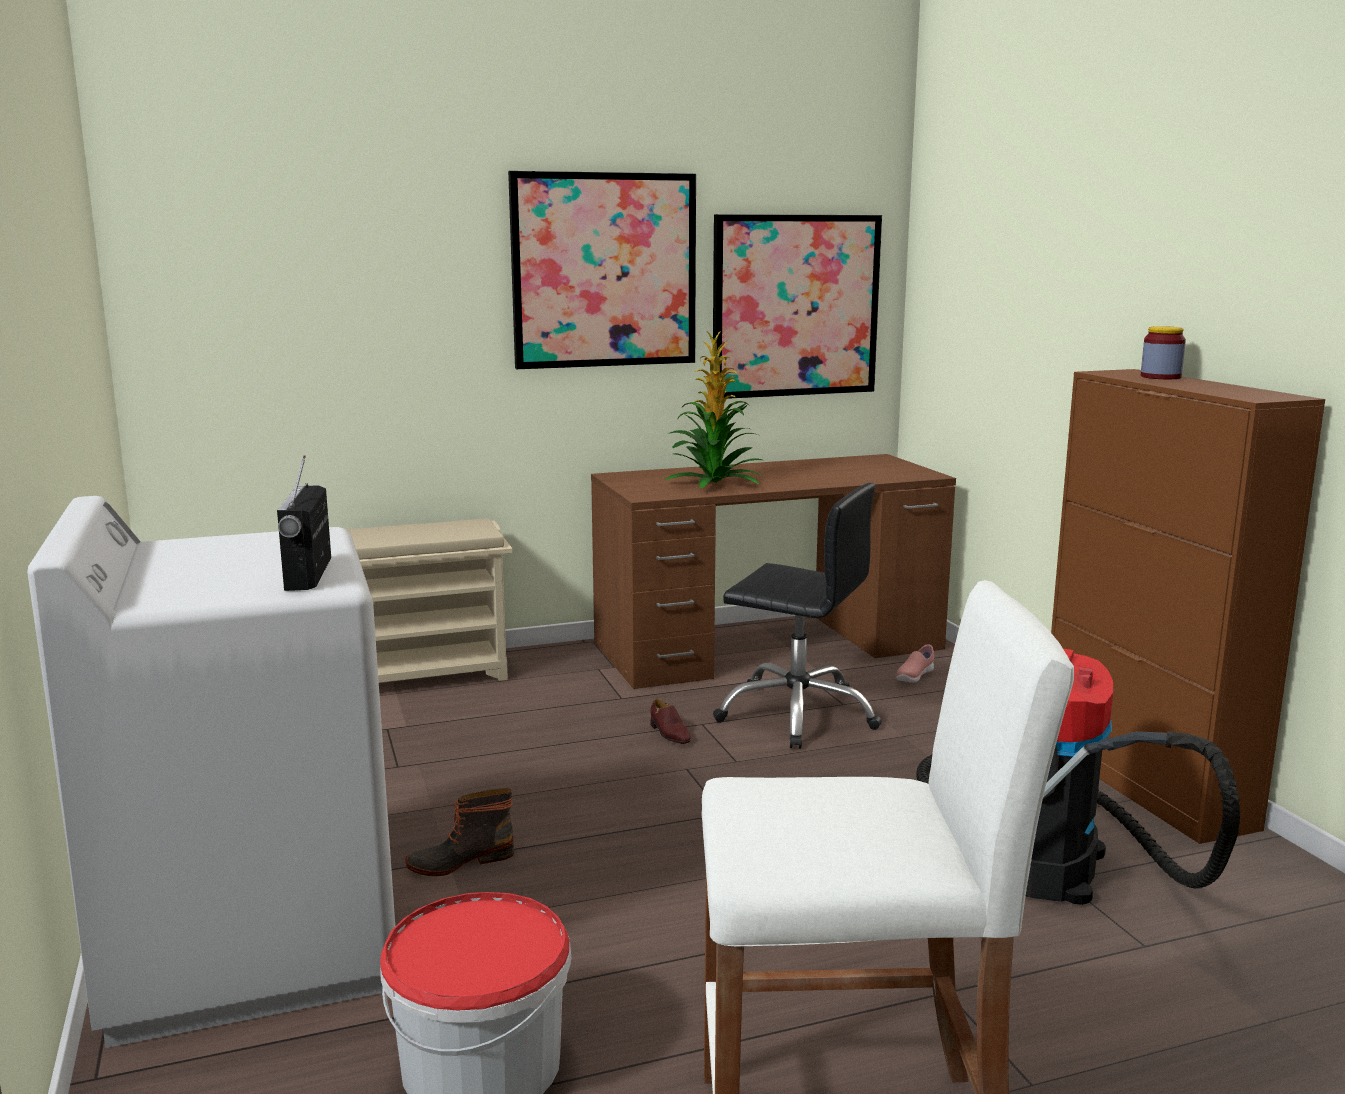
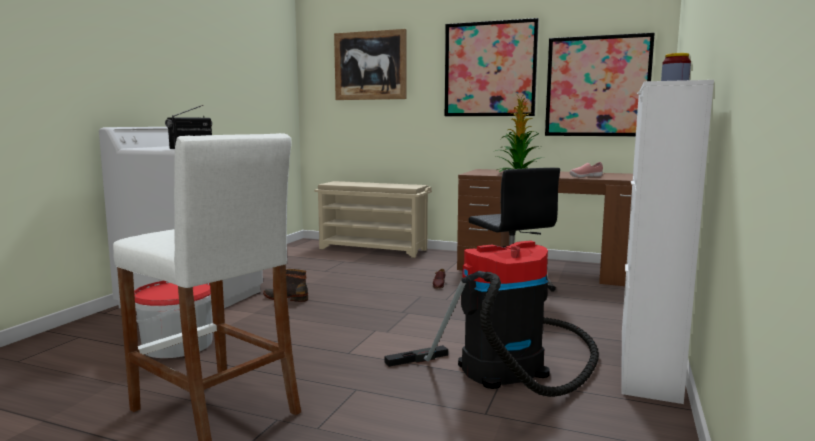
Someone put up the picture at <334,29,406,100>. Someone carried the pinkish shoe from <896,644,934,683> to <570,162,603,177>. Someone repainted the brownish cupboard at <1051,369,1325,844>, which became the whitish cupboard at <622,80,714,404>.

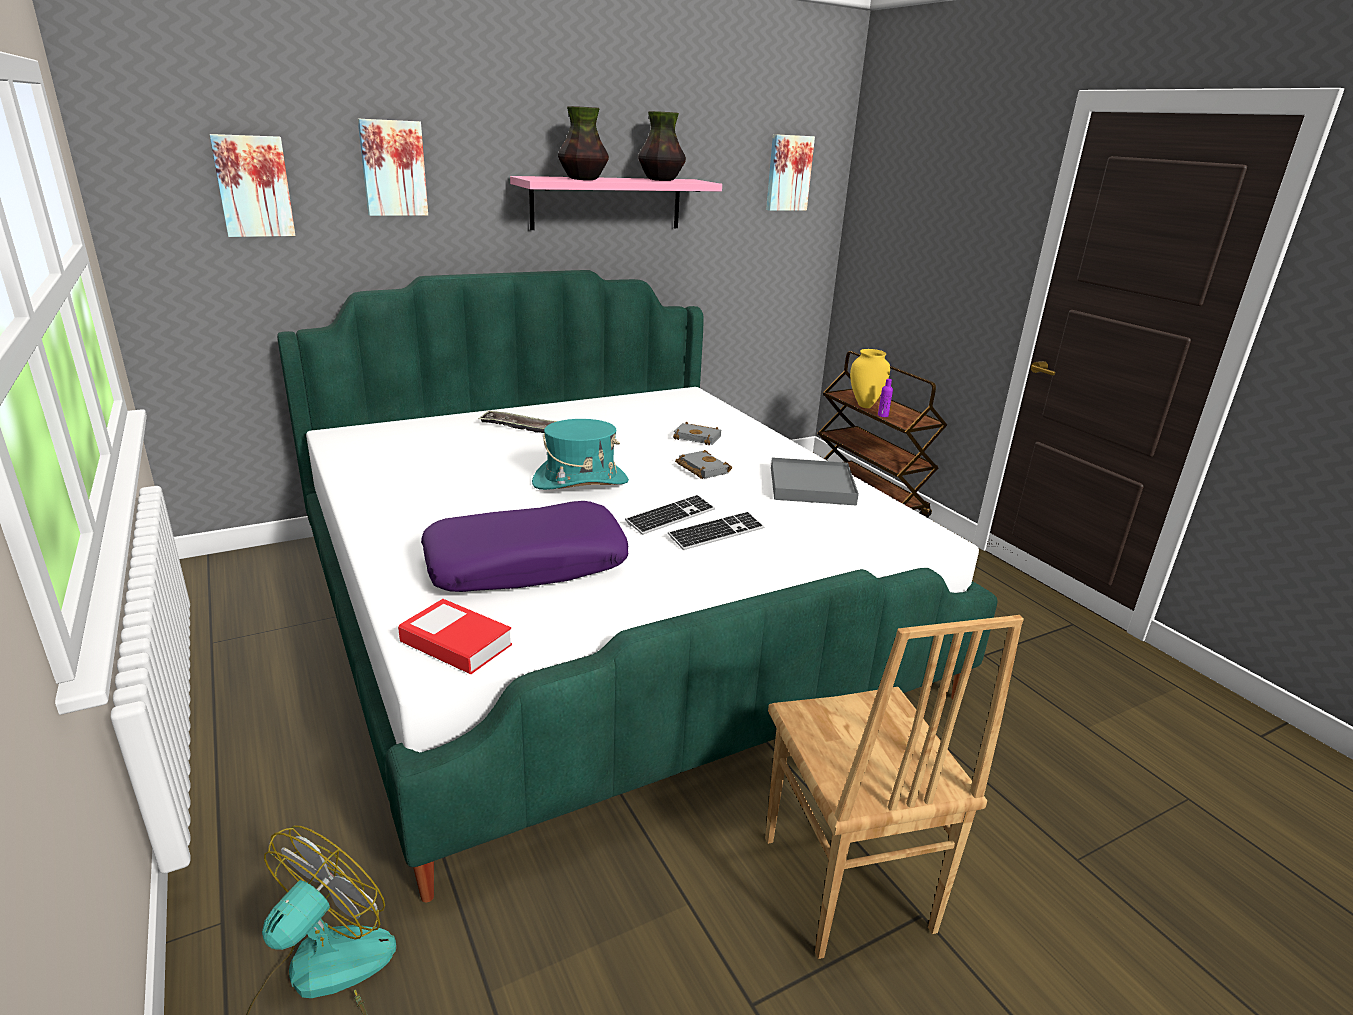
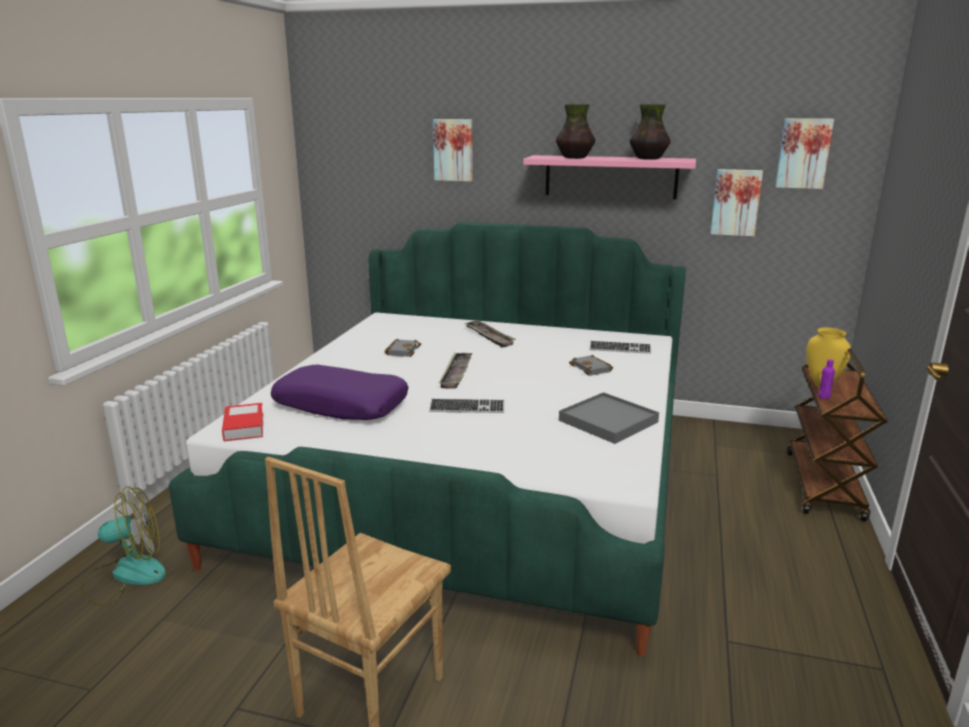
Someone carried the picture from <209,134,296,237> to <711,169,763,236>. Someone carried the computer keyboard from <668,511,765,550> to <590,341,651,354>. Someone carried the grey bound book from <675,450,732,479> to <384,339,421,357>. Someone swapped the turquoise-coloured hat at <532,419,629,490> for the serving tray at <439,352,473,388>.

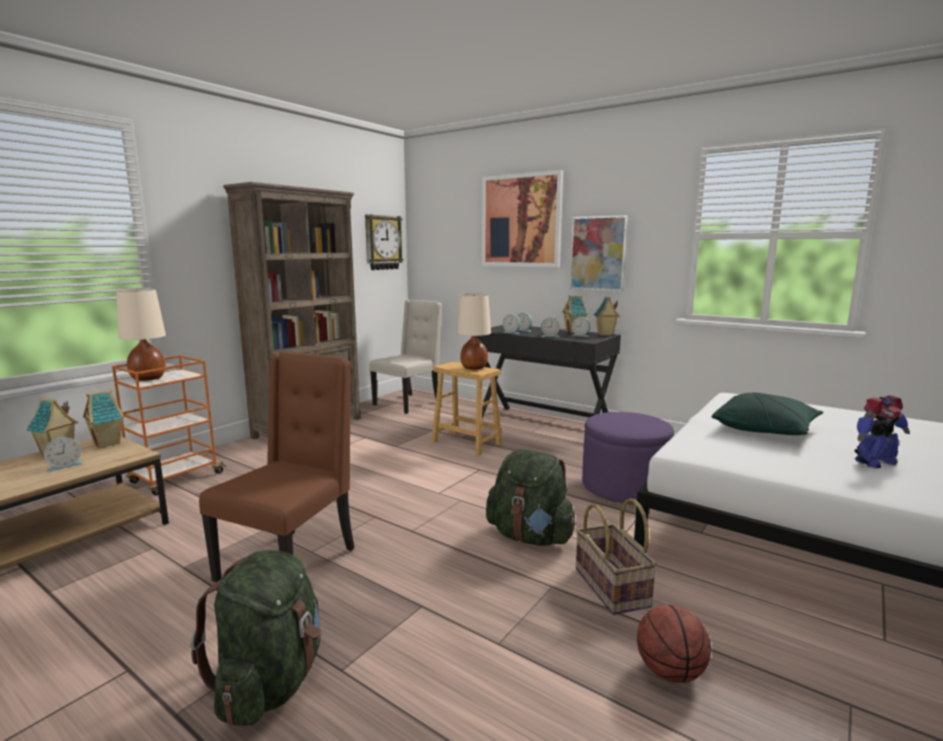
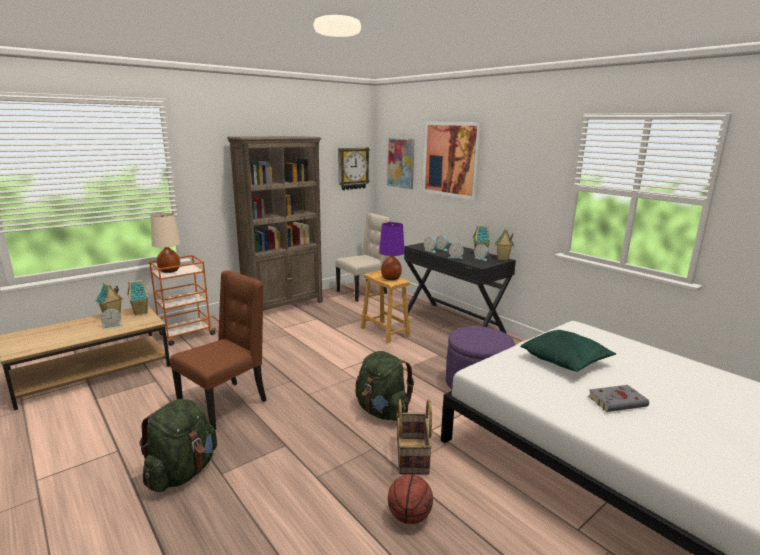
Someone carried the picture from <570,215,628,291> to <387,138,415,189>. Someone swapped the toy robot at <854,395,910,468> for the grey bound book at <588,385,649,412>. Someone repainted the beige-coloured table lamp at <457,294,491,370>, which became the purplish table lamp at <379,222,405,280>.

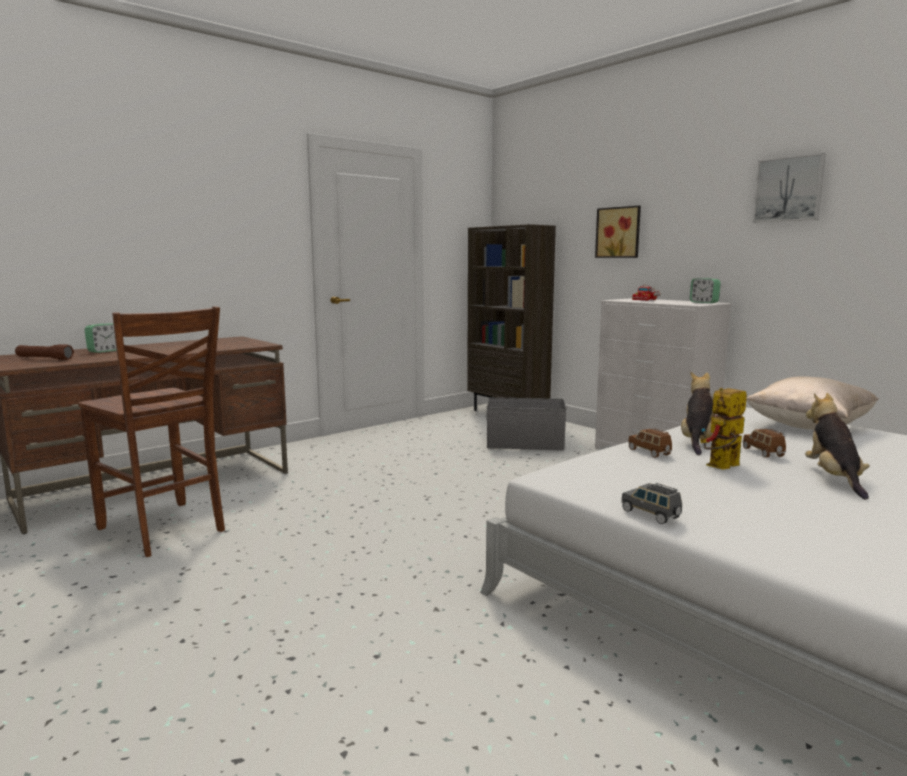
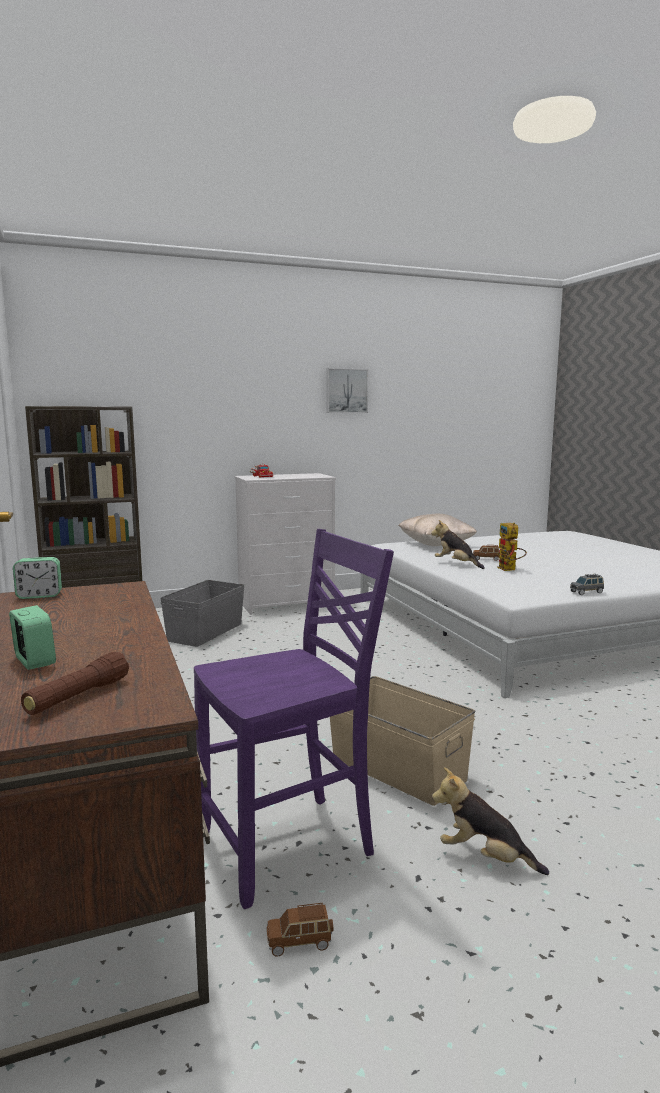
Someone took away the picture at <595,206,641,258>. Someone put down the beige-coloured storage bin at <330,676,476,806>. Someone carried the brownish model car from <628,429,672,458> to <267,903,334,956>. Someone carried the alarm clock from <690,278,721,303> to <13,557,62,599>. Someone carried the plush toy from <805,393,870,499> to <432,767,549,875>. Someone repainted the brownish plain chair at <78,306,225,557>, which became the purplish plain chair at <194,529,394,909>.

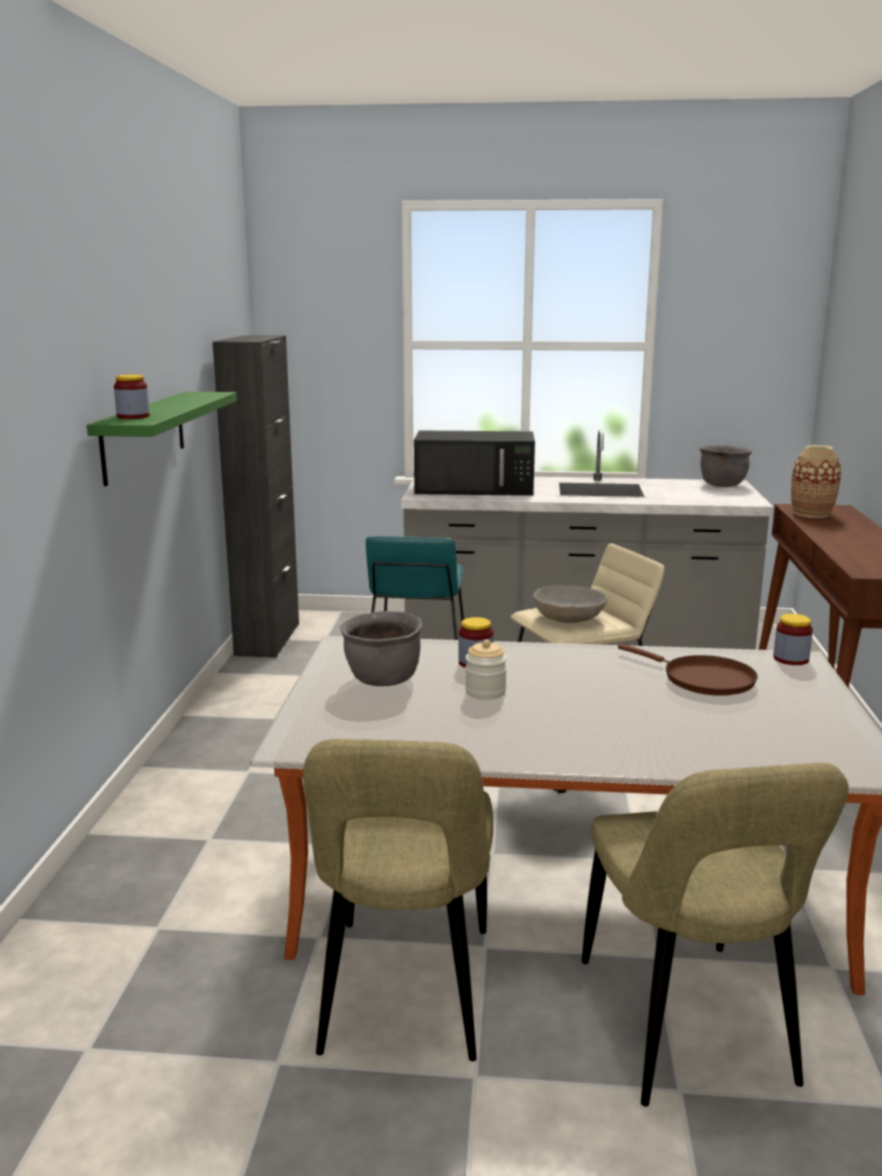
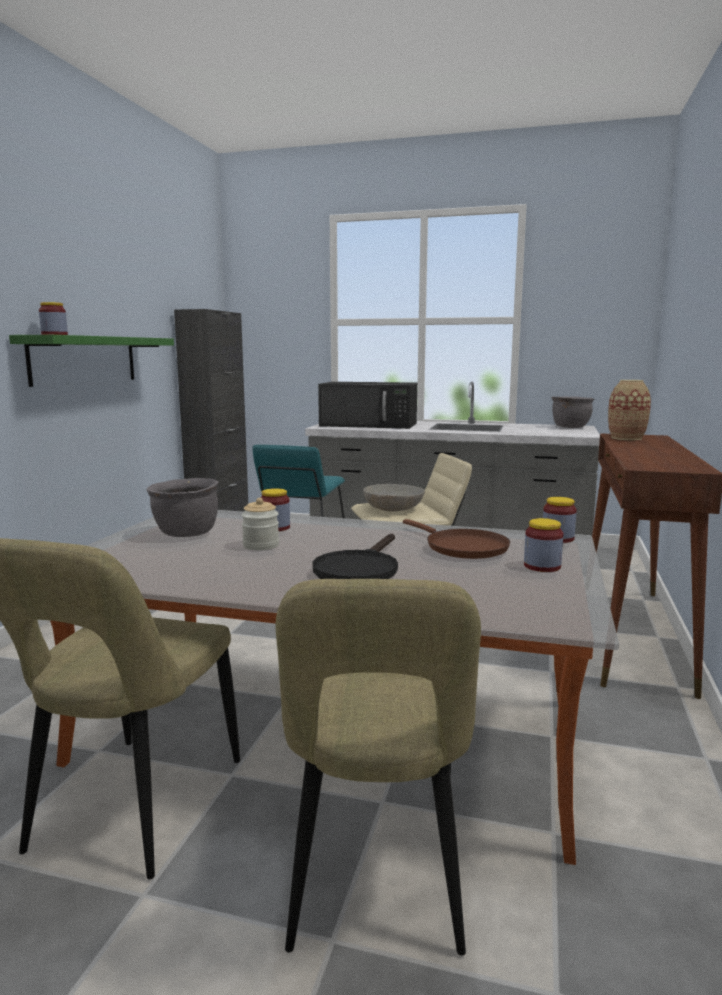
Someone put down the black pan at <313,534,398,579>. Someone put down the preserve jar at <524,518,563,572>.

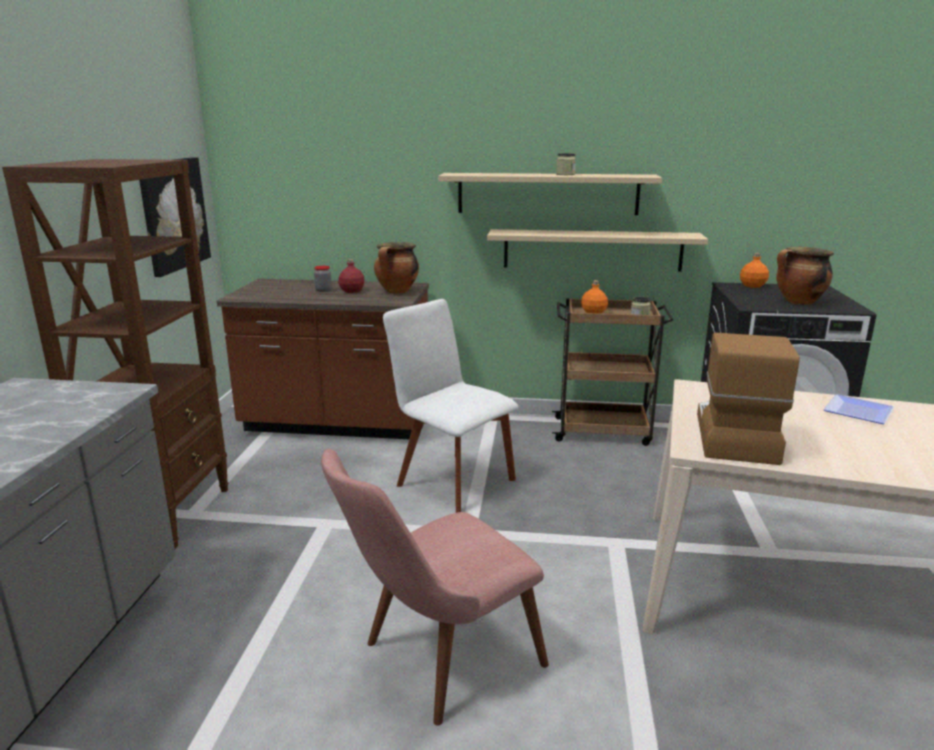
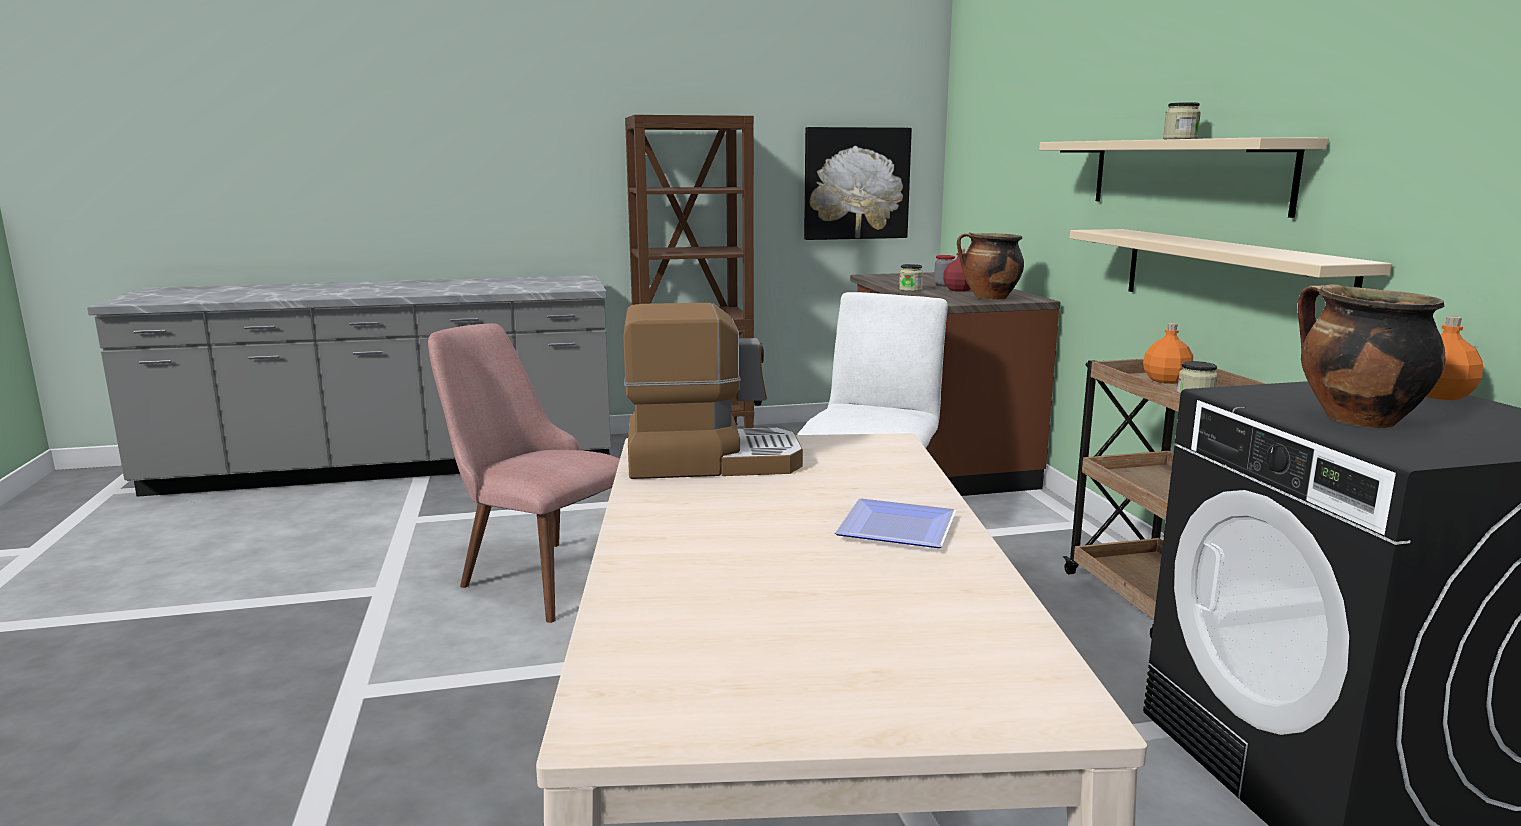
Someone put down the preserve jar at <899,264,923,291>.

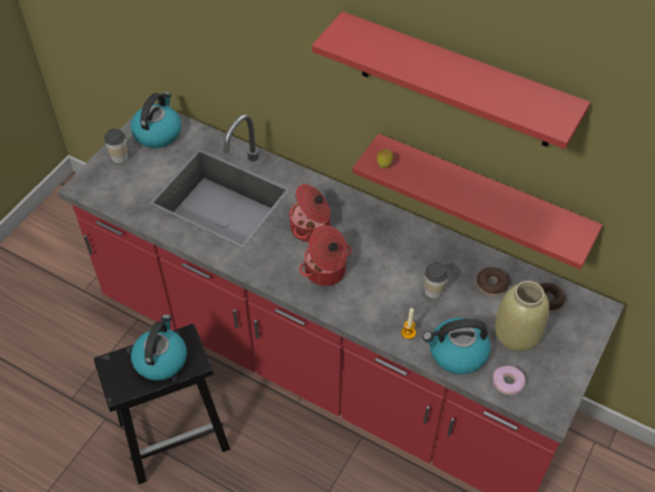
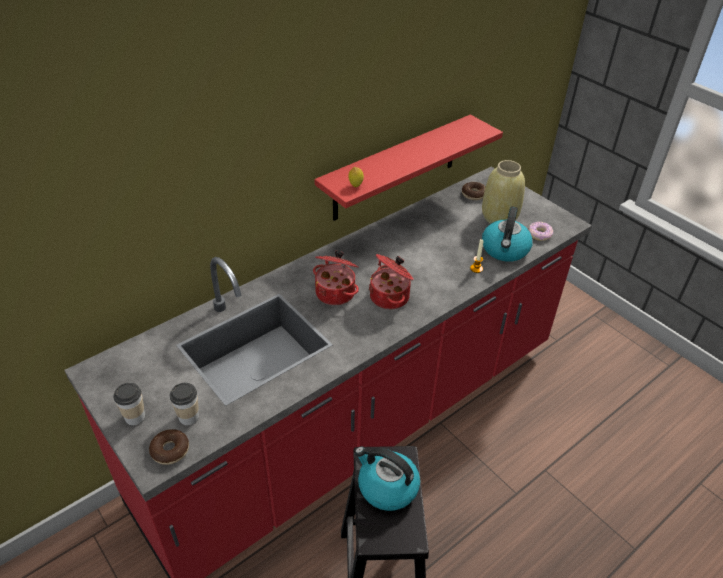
Someone took away the tea kettle at <130,92,181,148>. Someone took away the red wall shelf at <312,11,590,149>. Someone carried the cup from <425,262,448,299> to <170,383,199,425>. Someone carried the doughnut from <477,267,509,296> to <149,429,189,465>.

